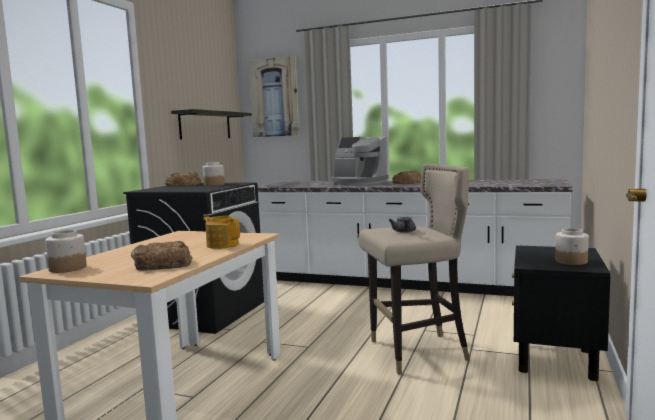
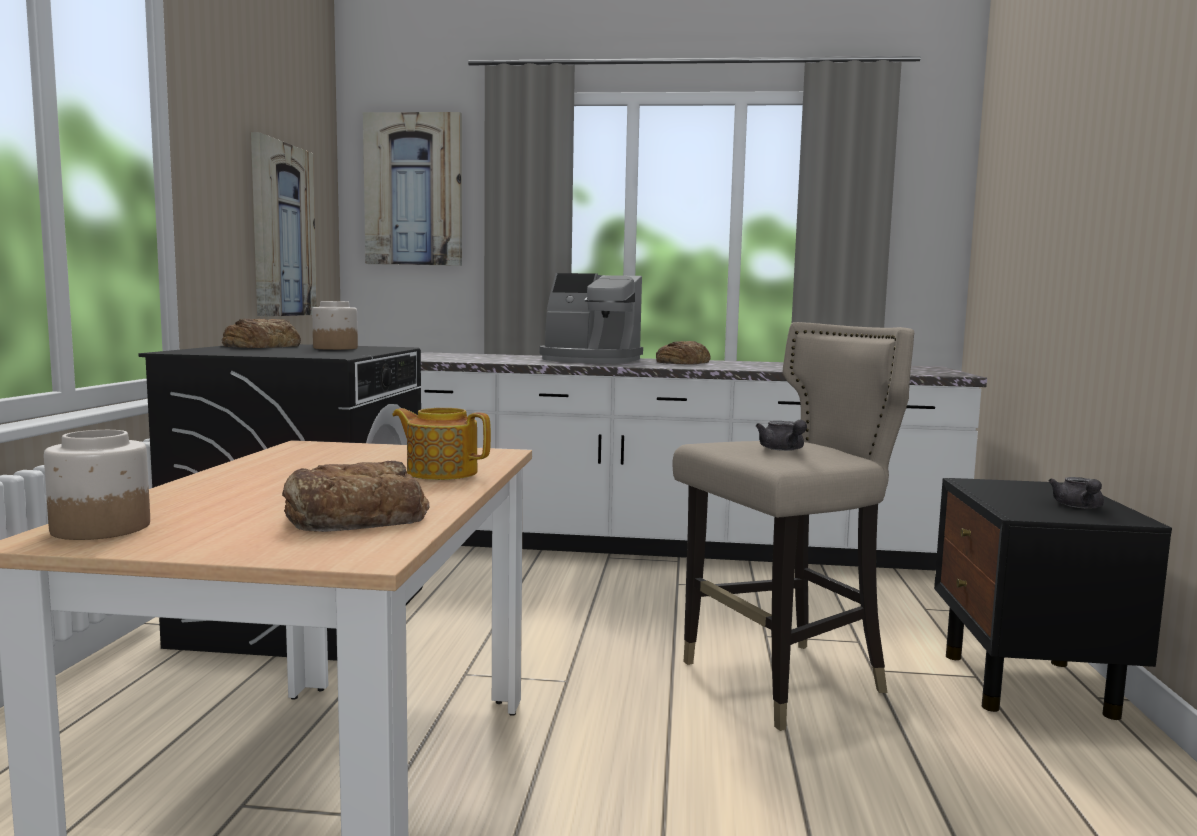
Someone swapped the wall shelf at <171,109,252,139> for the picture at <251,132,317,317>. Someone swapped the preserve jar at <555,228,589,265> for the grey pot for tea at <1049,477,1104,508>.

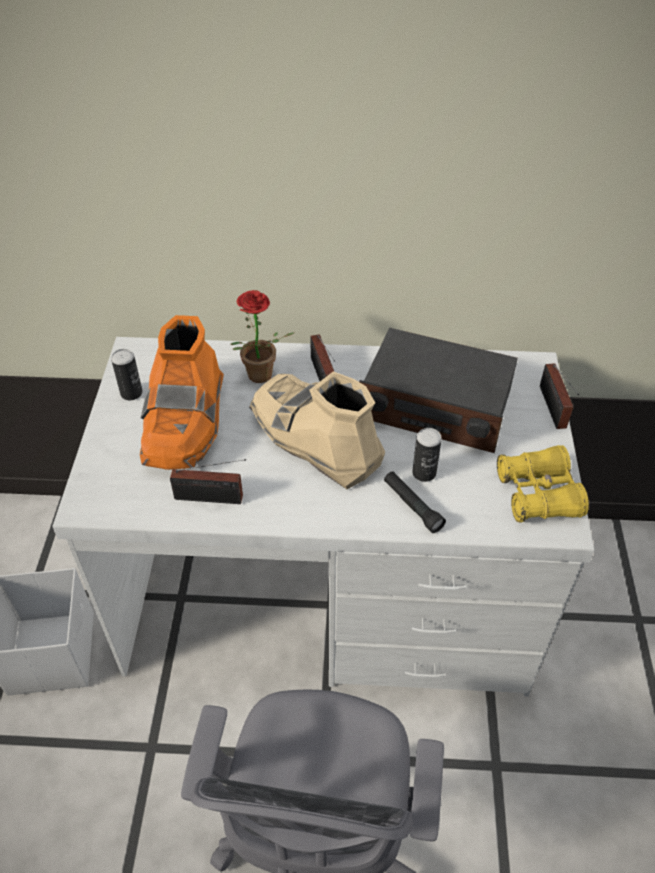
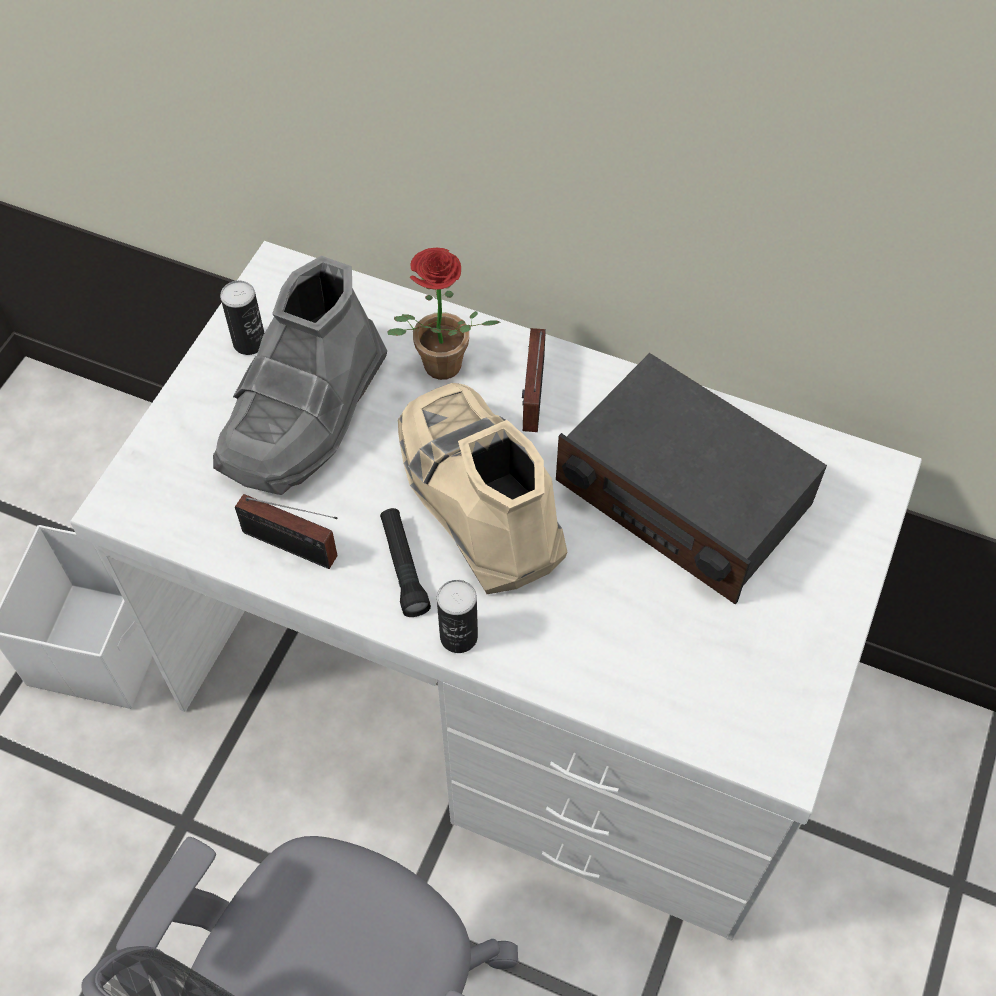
Someone took away the yellowish field glasses at <497,445,589,523>. Someone took away the radio set at <540,363,579,429>. Someone carried the black flashlight from <384,471,446,533> to <380,508,431,617>. Someone carried the metal can from <412,428,442,482> to <437,580,478,653>. Someone repainted the orangey high-top boot at <140,315,224,470>, which became the grey high-top boot at <213,256,387,495>.

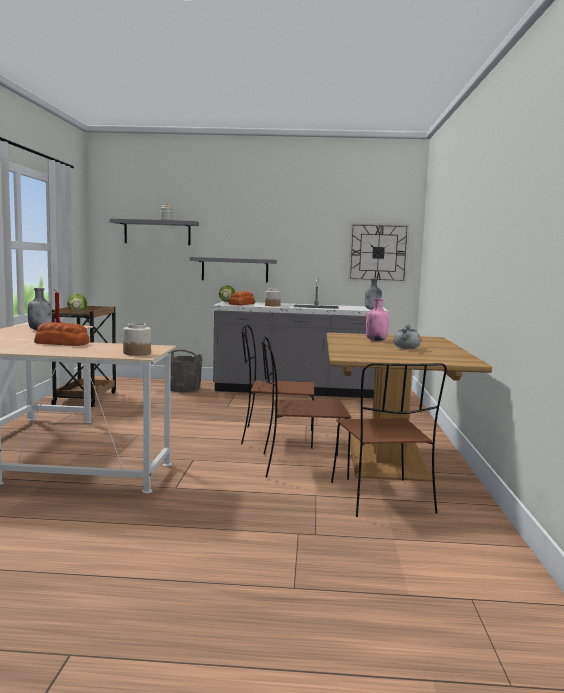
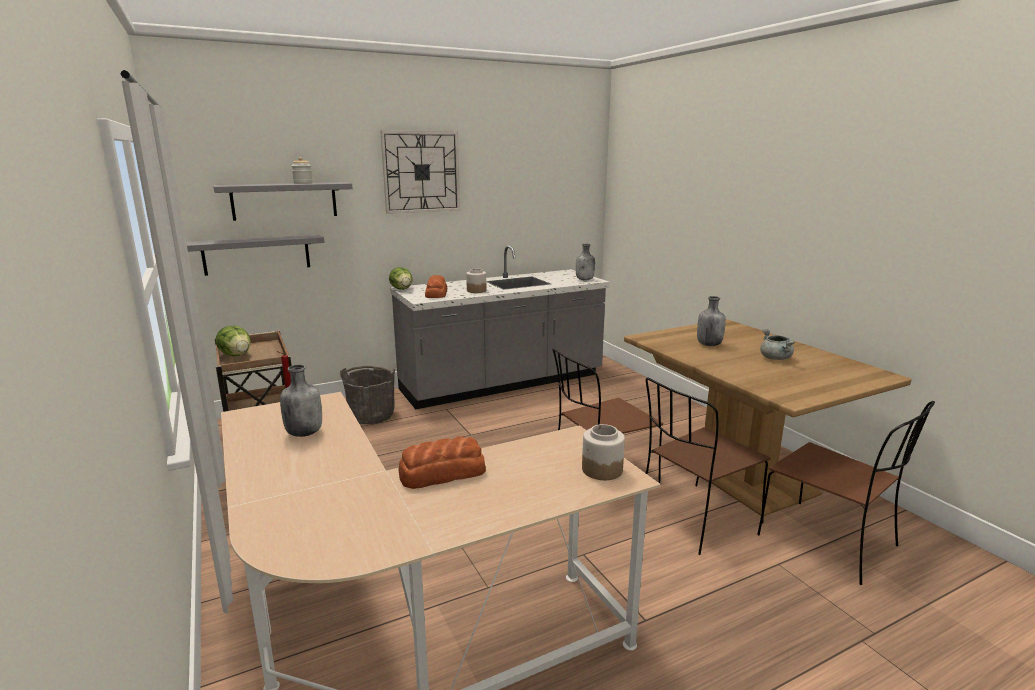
Someone carried the grey wall shelf from <190,257,277,283> to <186,234,325,276>. Someone carried the clock on the wall from <348,222,410,283> to <381,131,460,214>. Someone repainted the pinkish drink bottle at <366,298,389,341>, which became the grey drink bottle at <697,296,726,346>.

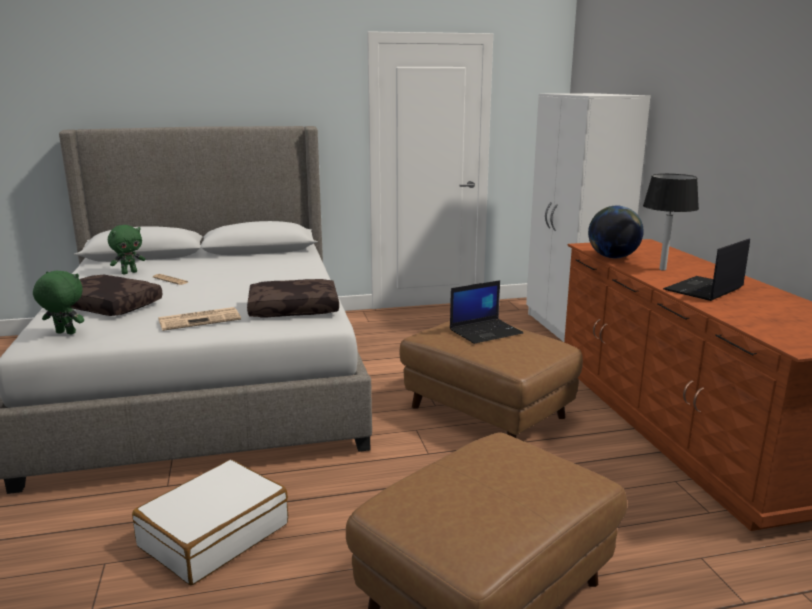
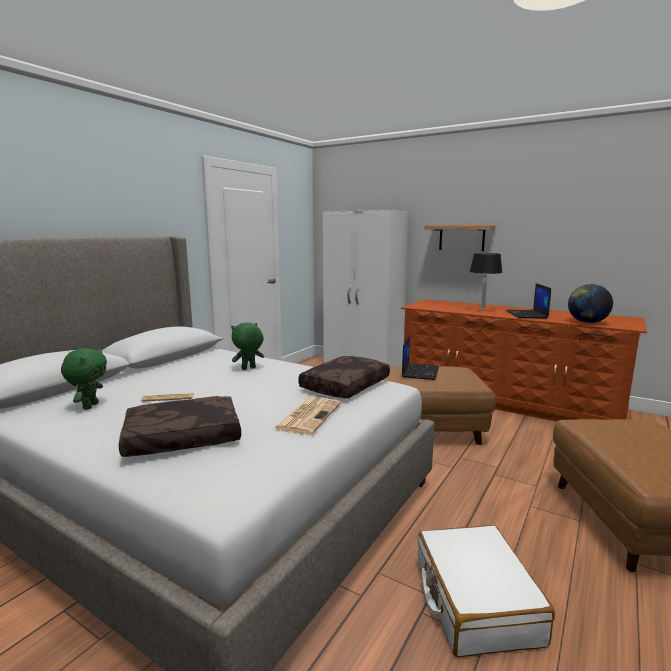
Someone put up the wall shelf at <424,225,496,251>. Someone carried the green plush toy from <33,271,84,335> to <231,322,264,370>. Someone carried the globe from <588,206,644,258> to <568,284,613,323>.

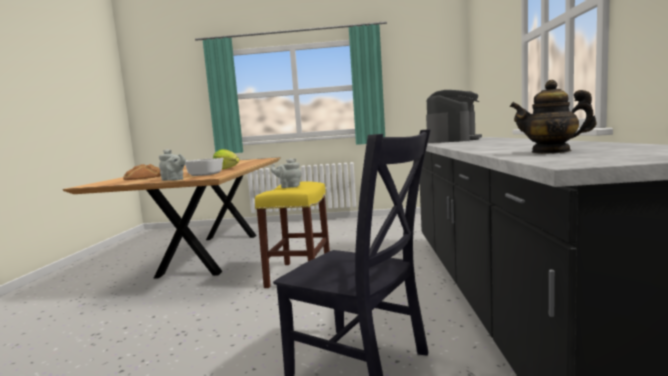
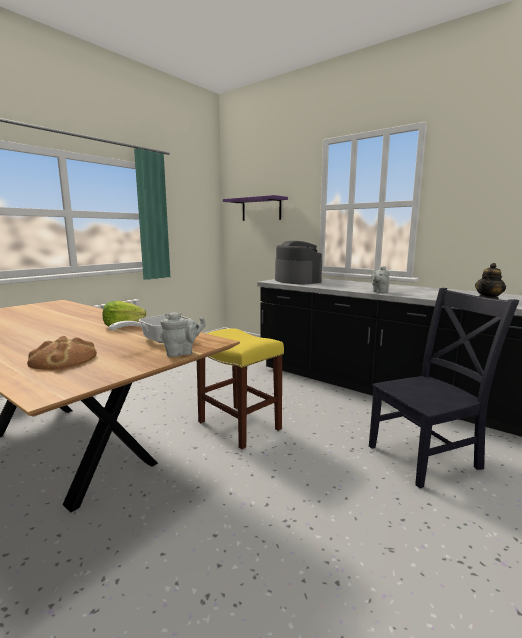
Someone put up the purplish wall shelf at <223,195,288,221>. Someone carried the grey pot for tea from <271,158,302,188> to <371,266,390,293>.

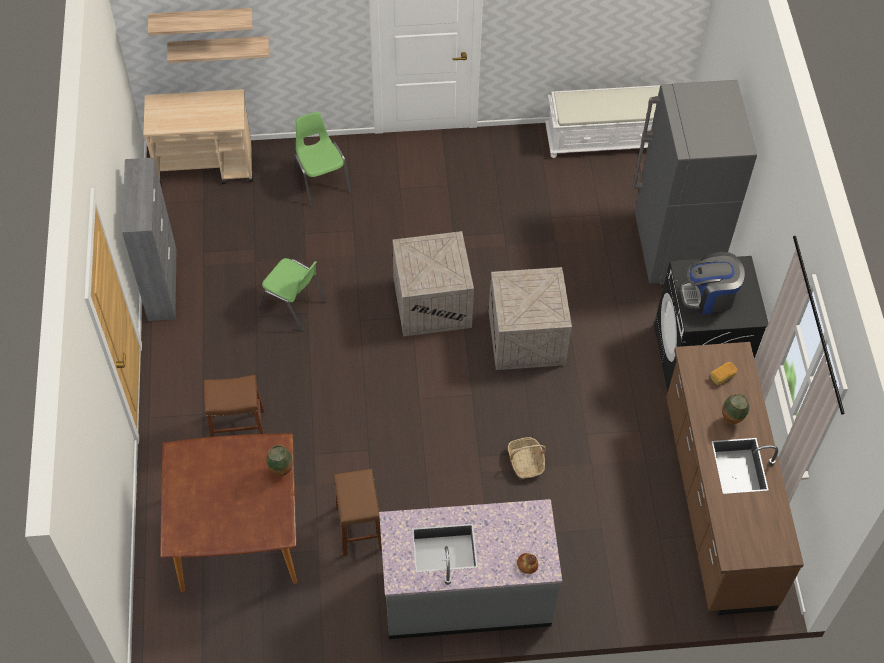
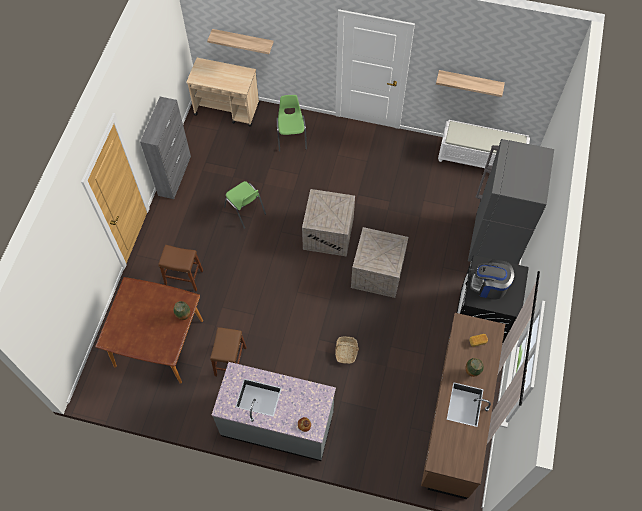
Someone carried the wall shelf from <148,8,252,35> to <436,70,505,97>.

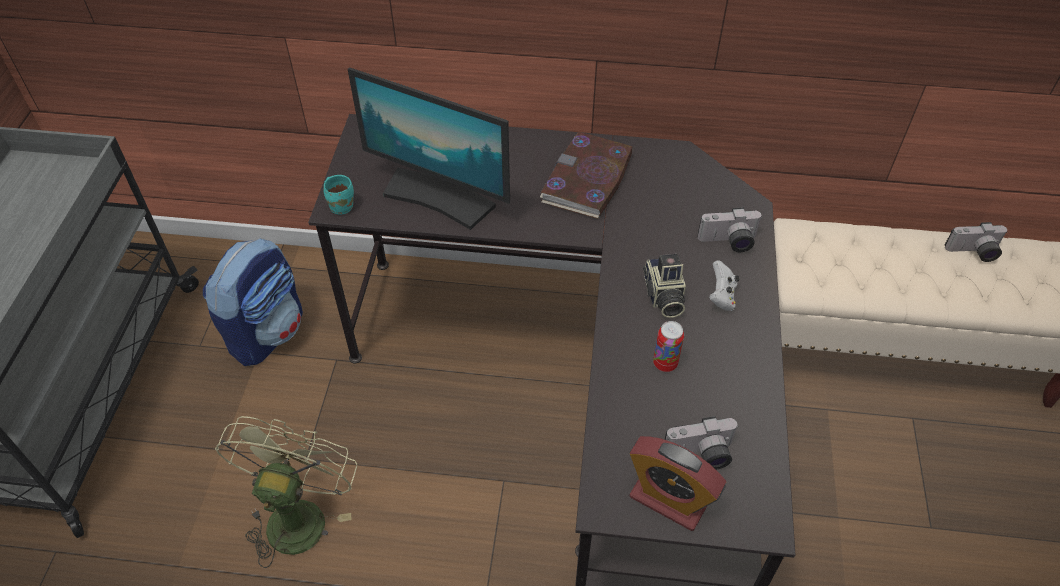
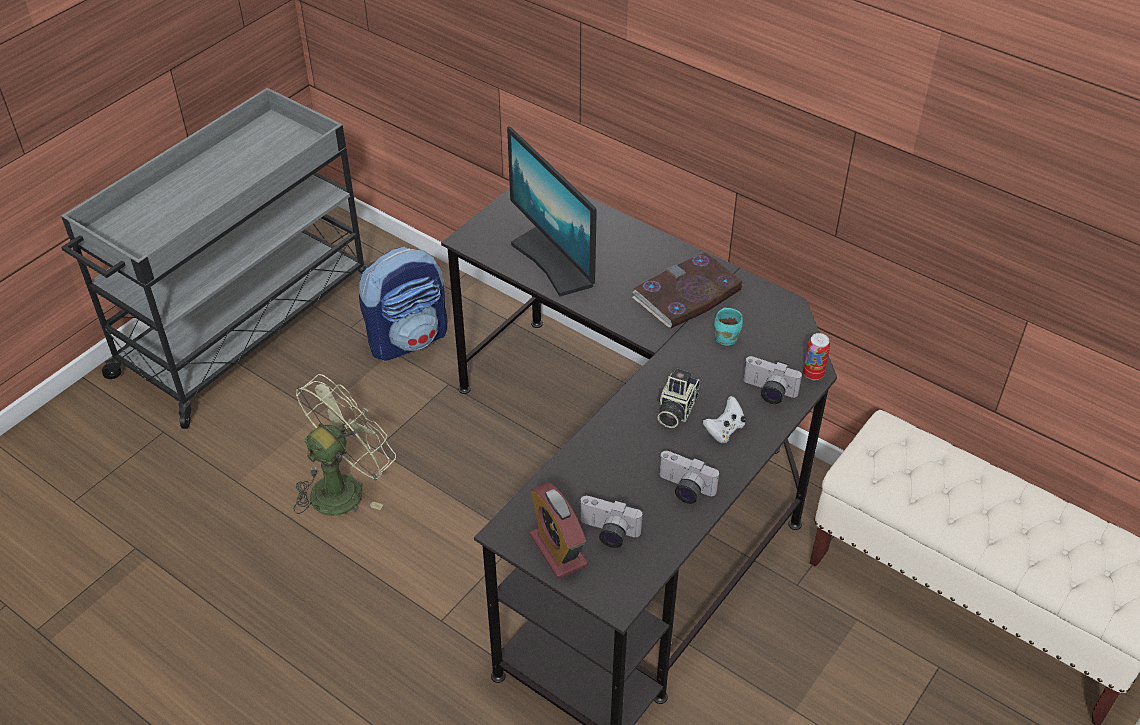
Someone carried the turquoise-coloured tea mug from <324,175,354,215> to <714,308,743,346>. Someone carried the metal can from <653,321,684,372> to <803,333,830,380>. Someone carried the still camera from <945,222,1008,262> to <659,451,719,504>.

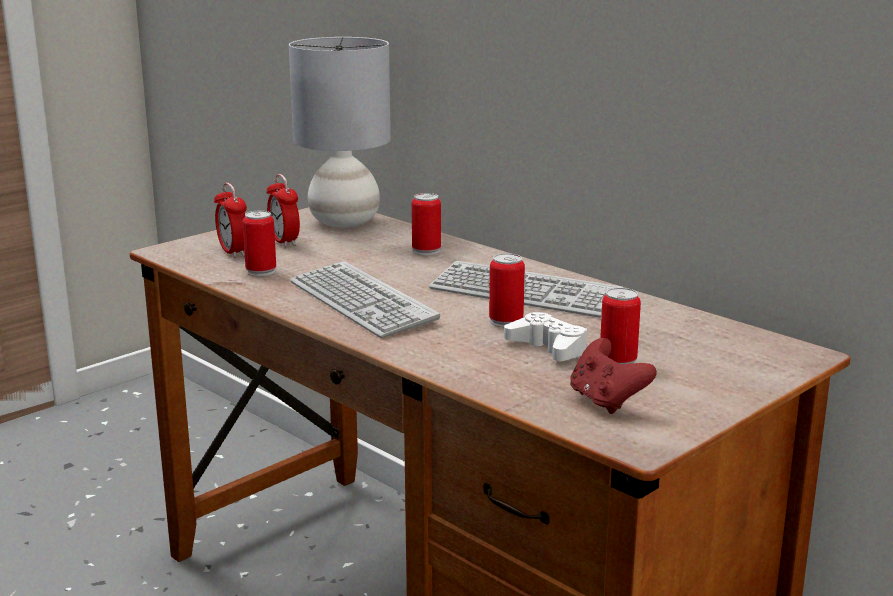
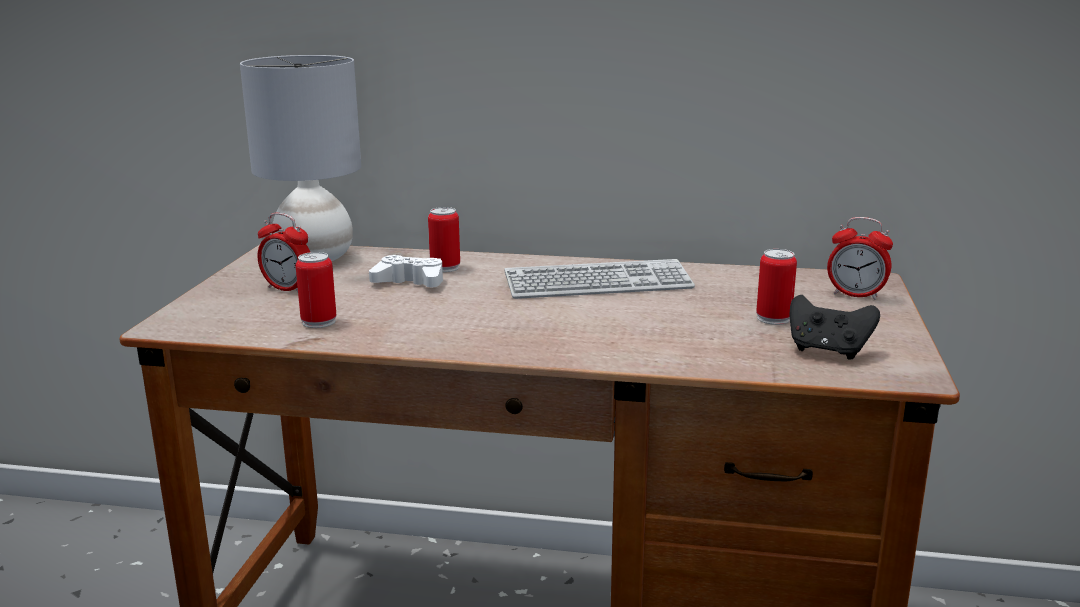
Someone took away the computer keyboard at <290,261,440,338>. Someone took away the metal can at <489,253,525,327>. Someone carried the alarm clock from <214,182,247,258> to <827,217,893,300>. Someone carried the whitish joypad from <504,312,587,361> to <369,255,443,287>. Someone repainted the red joypad at <570,338,657,414>, which became the black joypad at <789,295,880,360>.

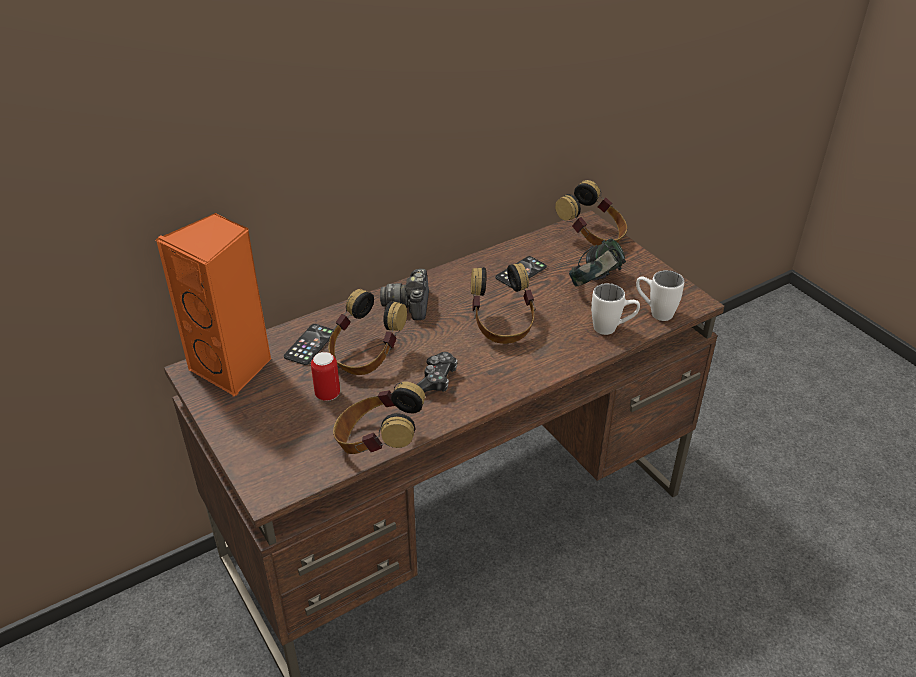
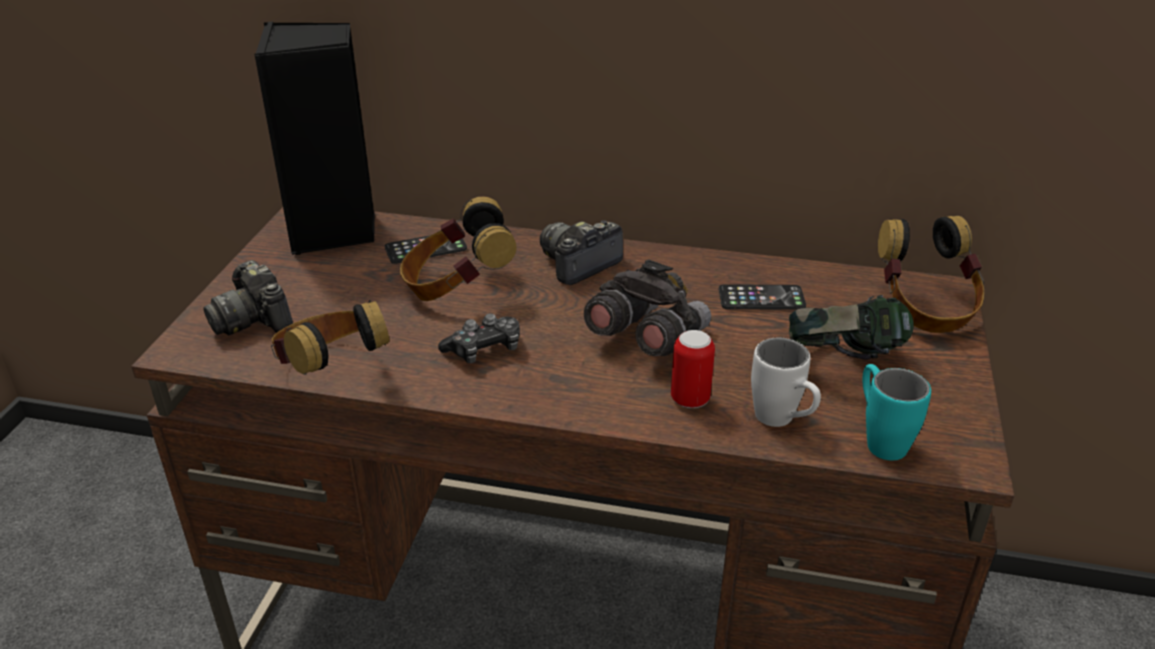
Someone put down the still camera at <203,260,293,336>. Someone carried the metal can from <311,352,340,401> to <671,330,715,408>. Someone swapped the headset at <471,263,536,344> for the grey field glasses at <584,259,711,356>. Someone repainted the orangey loudspeaker at <156,213,272,397>, which became the black loudspeaker at <254,22,375,255>. Someone repainted the whitish tea mug at <636,270,684,321>, which became the turquoise-coloured tea mug at <862,364,931,461>.

